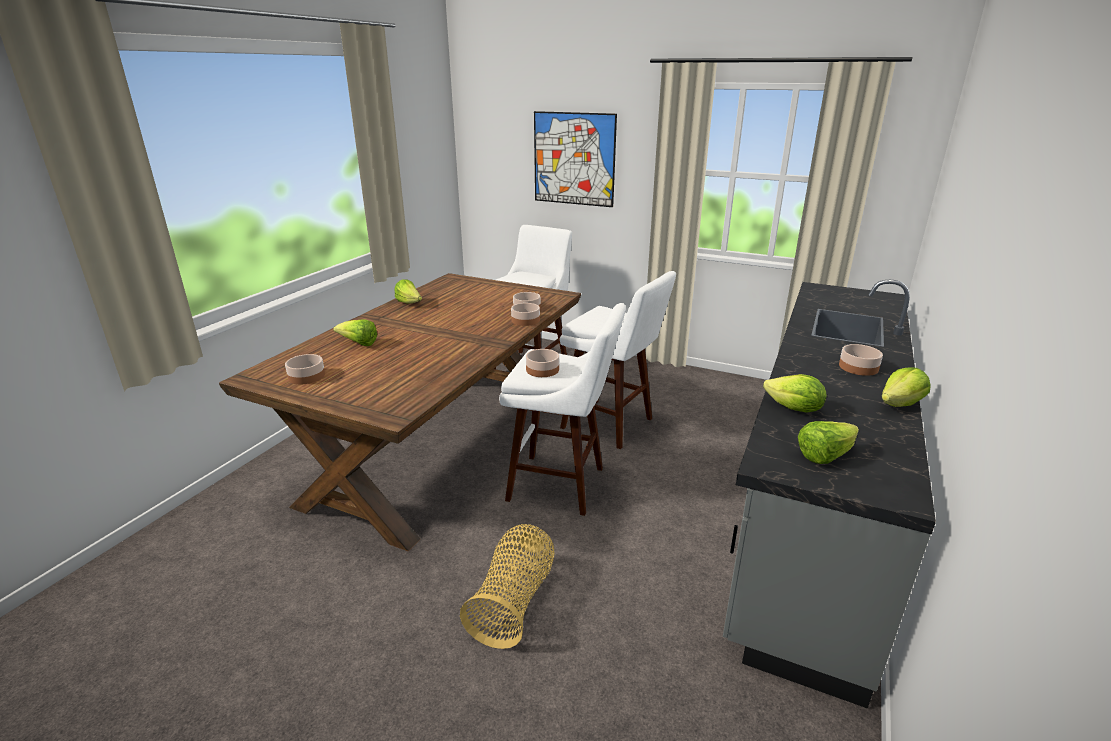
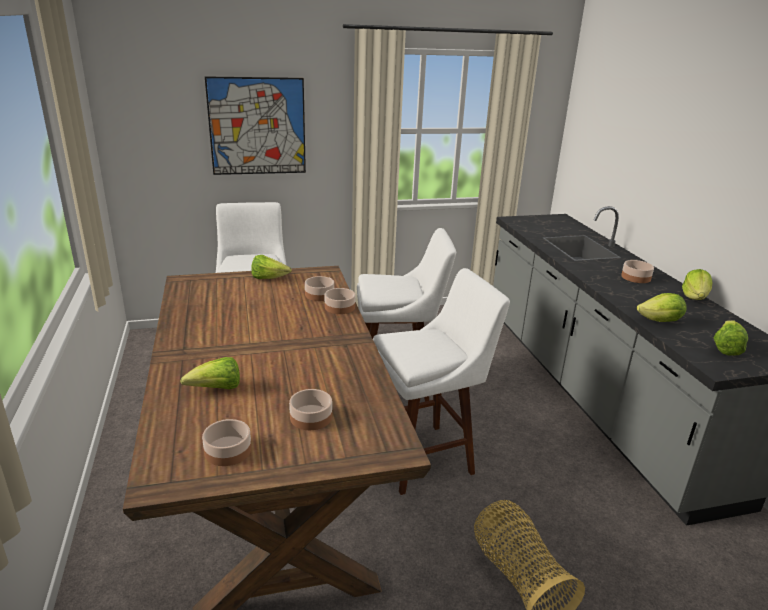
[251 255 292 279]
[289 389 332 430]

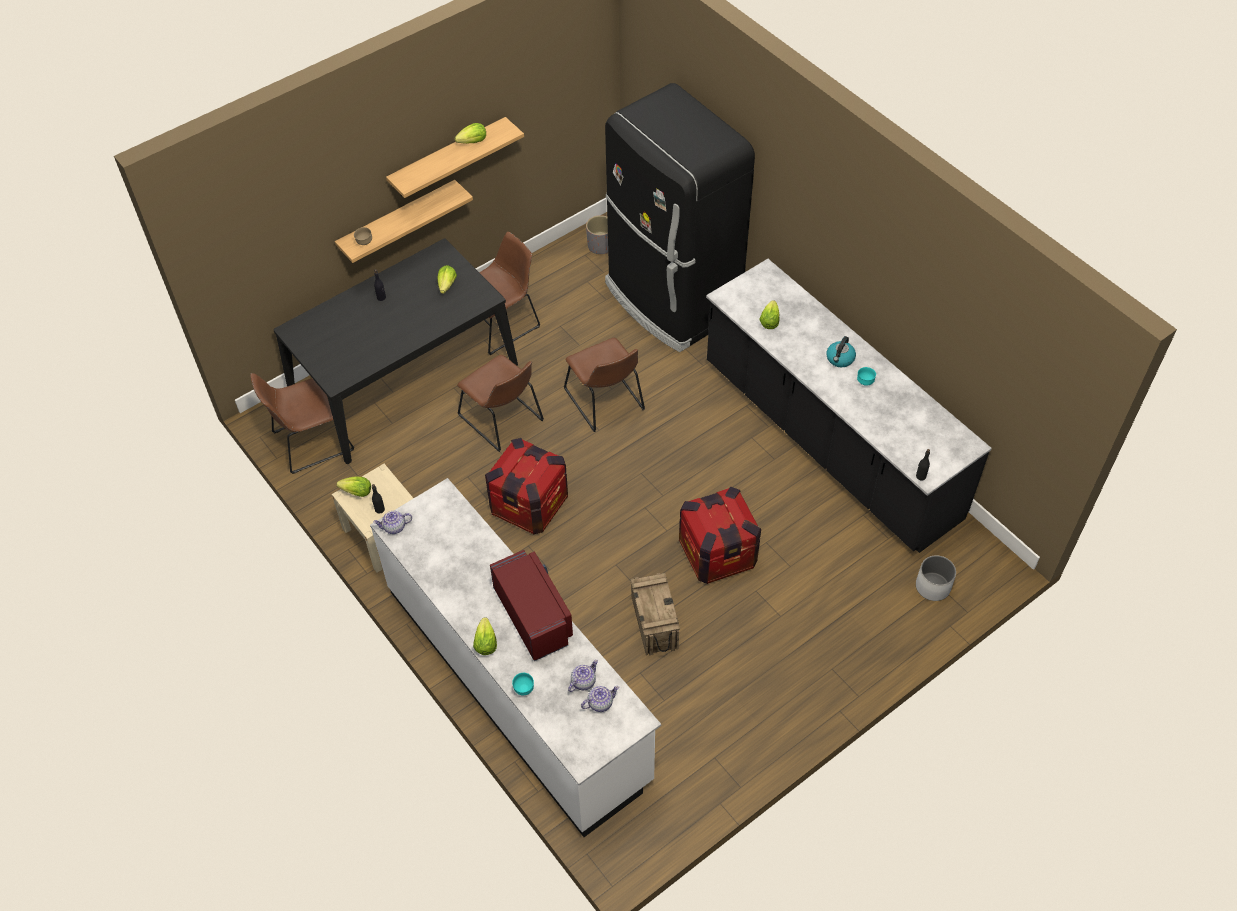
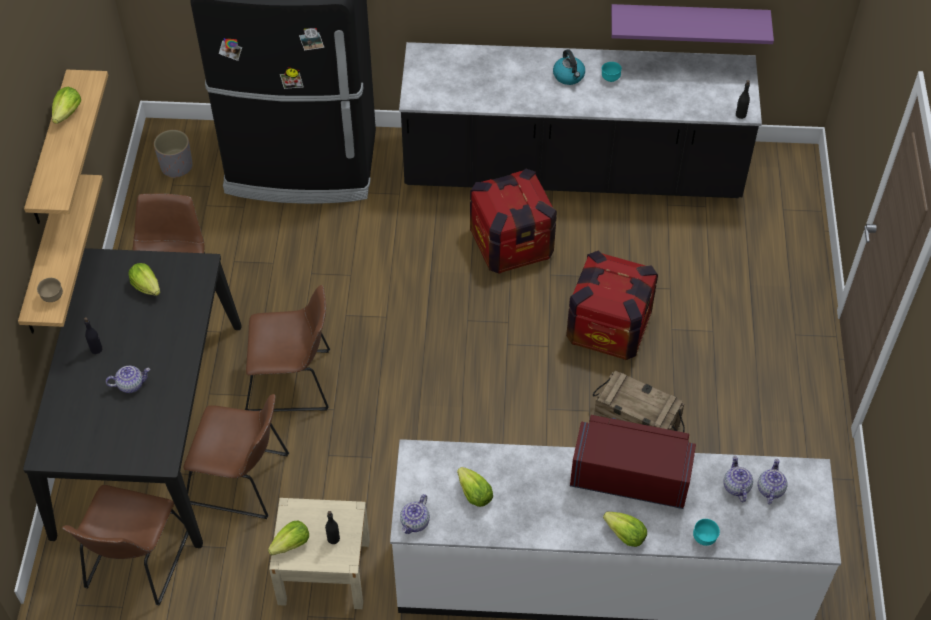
[106 366 150 393]
[184 394 289 519]
[457 467 493 507]
[470 169 557 274]
[611 4 774 44]
[916 555 956 601] (first image)

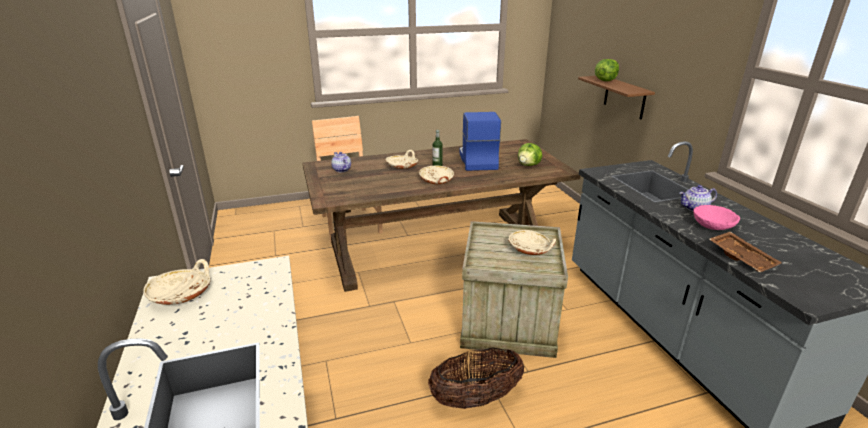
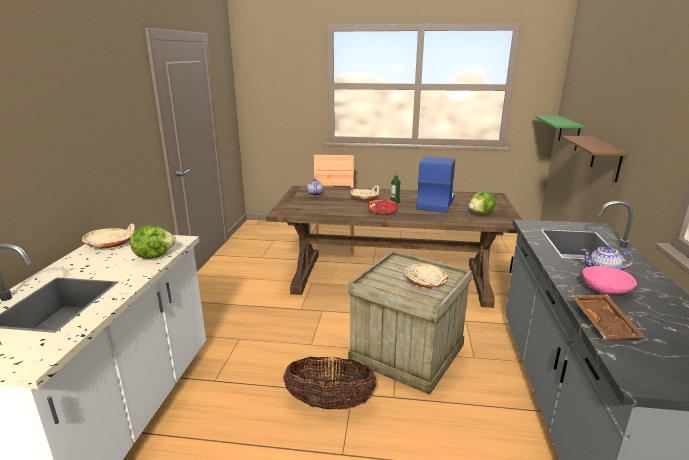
[130 225 175 259]
[367 200 398 215]
[535 115 584 151]

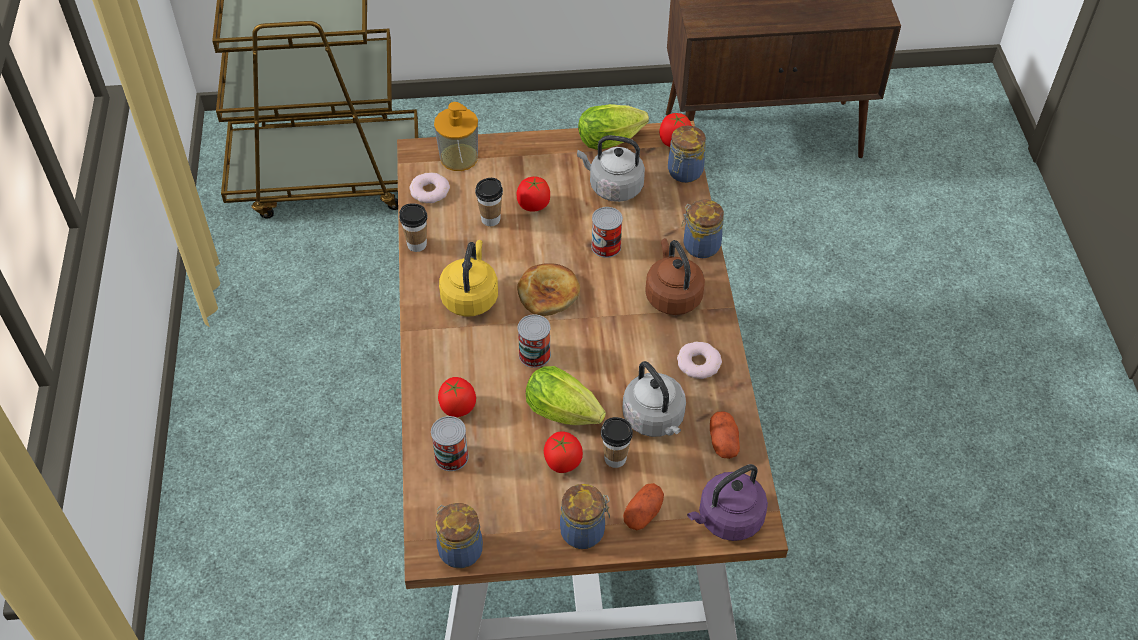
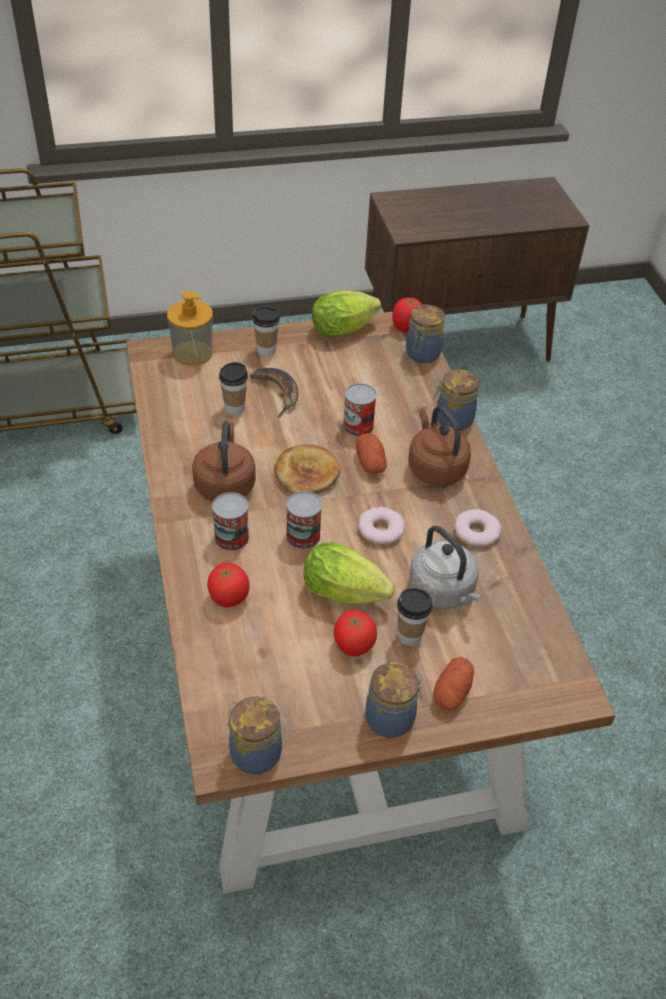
[192 421 256 501]
[212 492 249 551]
[250 368 299 418]
[253 306 280 356]
[356 433 387 474]
[358 507 405 544]
[577 135 645 202] (first image)
[687 464 768 541] (first image)

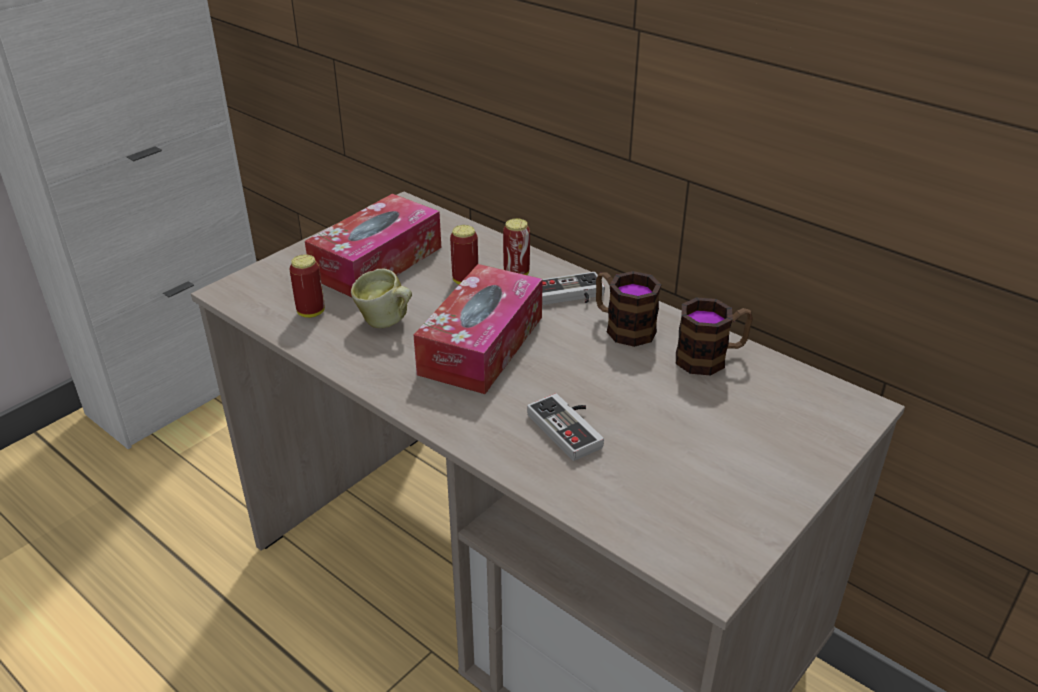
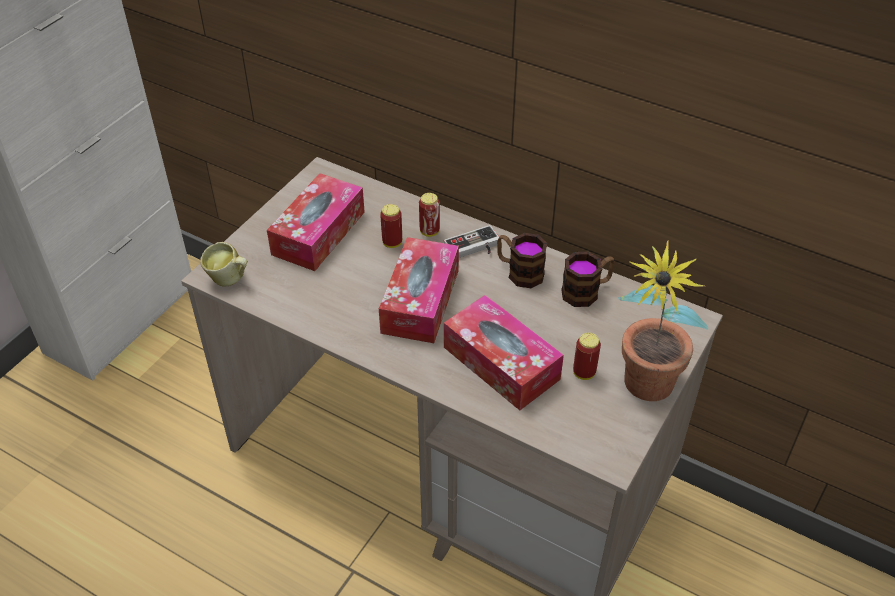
[200 242 248 287]
[444 295 564 410]
[573 333 601 380]
[618 240 708 401]

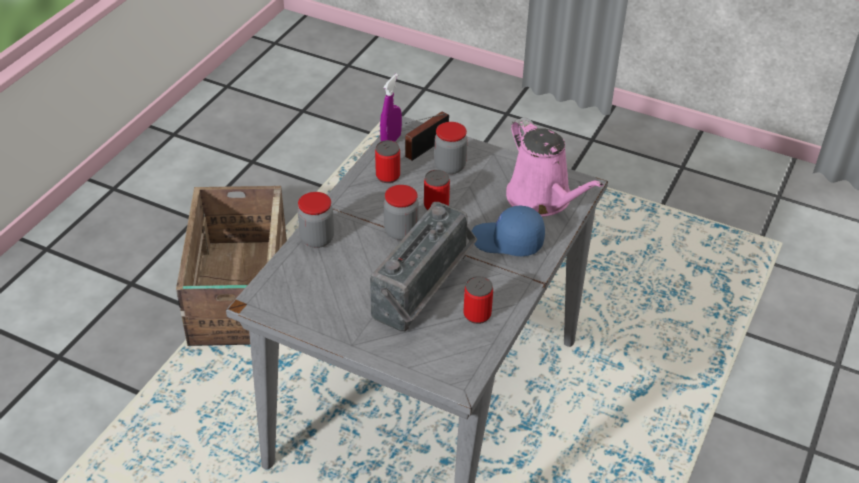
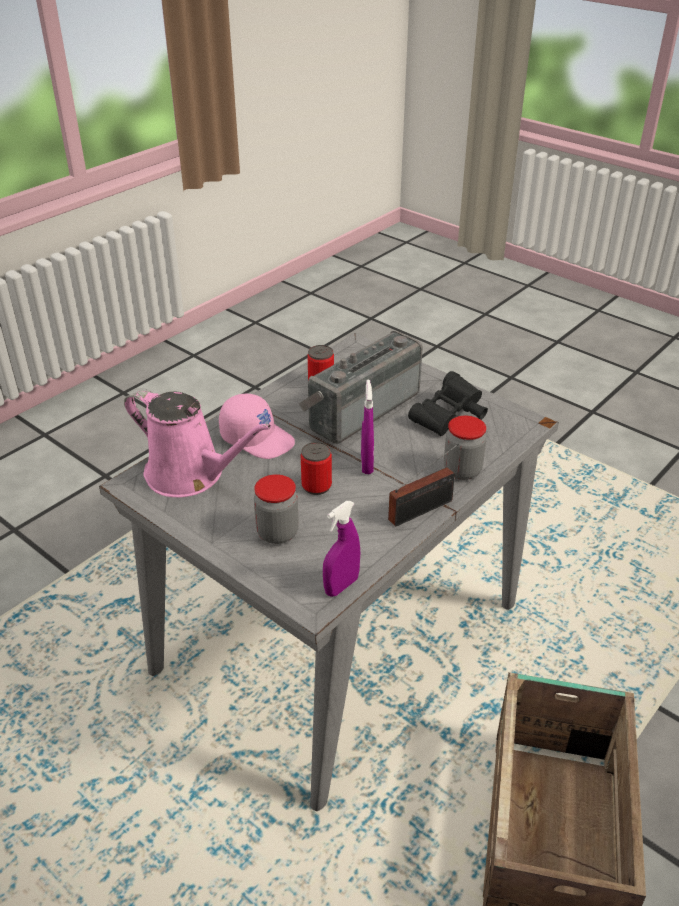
[124 388 272 497]
[219 394 295 459]
[361 380 374 474]
[388 443 459 526]
[408 371 488 436]
[375 140 400 183] (first image)

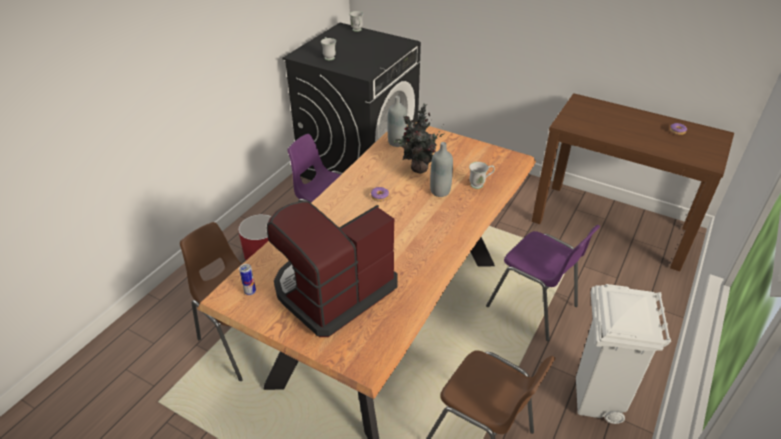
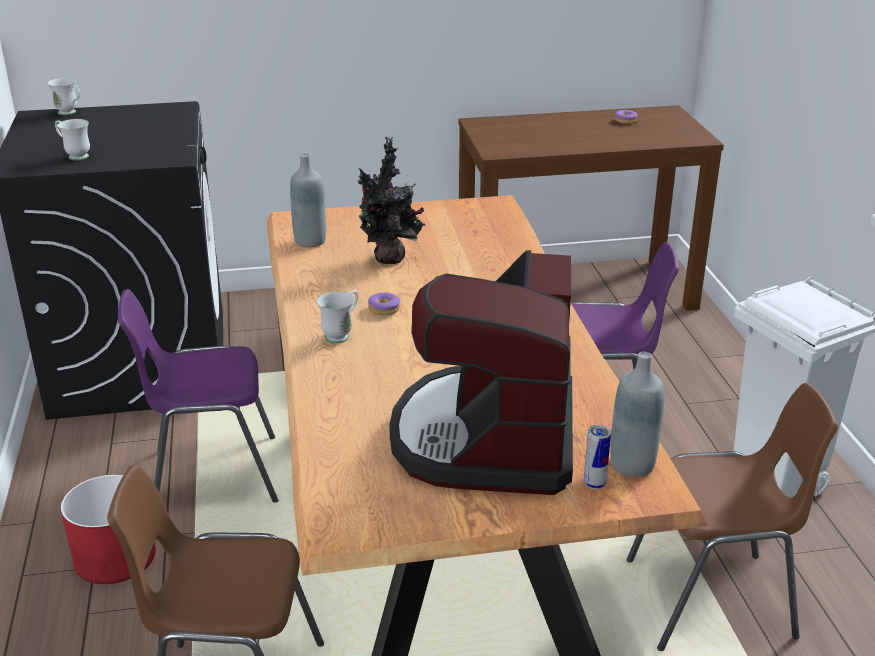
[317 290 358 343]
[584 425 611 490]
[610 352 664 477]

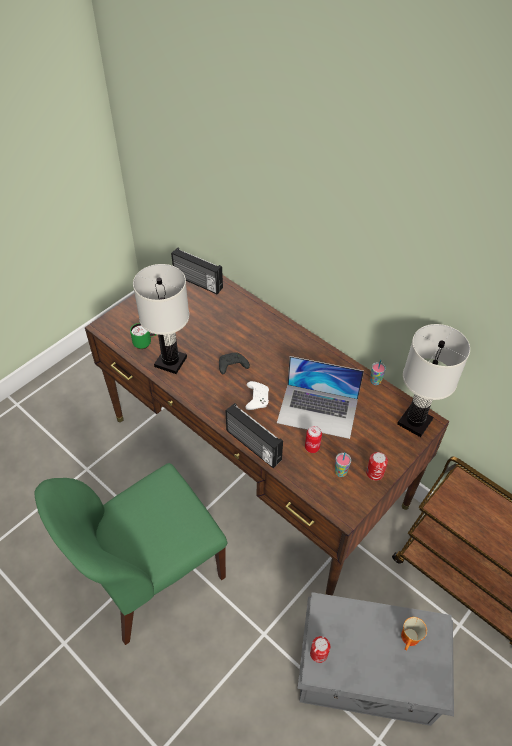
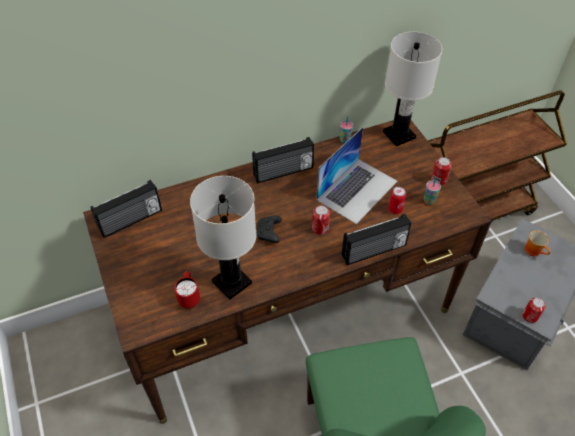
[174 272 200 309]
[252 137 314 184]
[312 205 330 235]

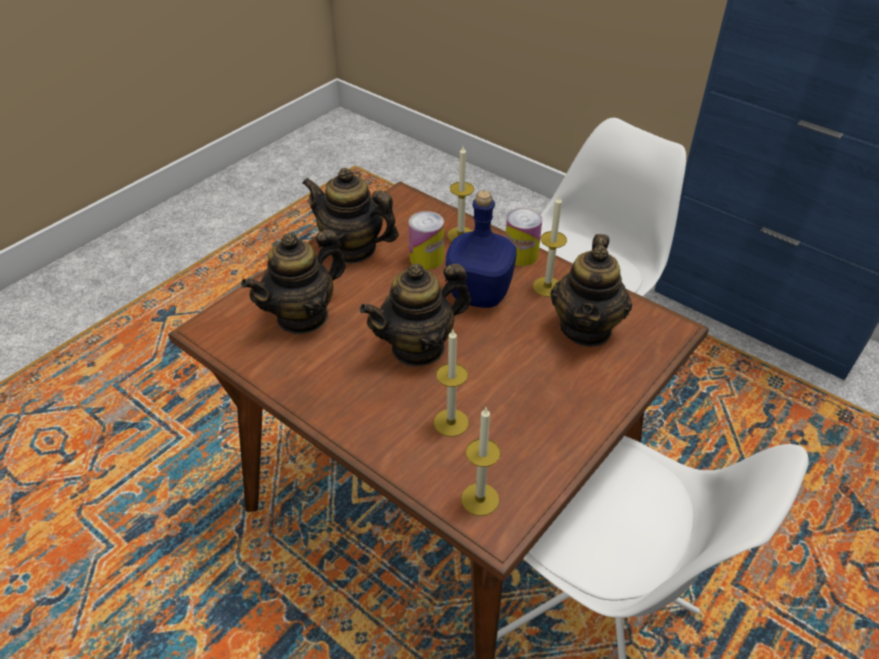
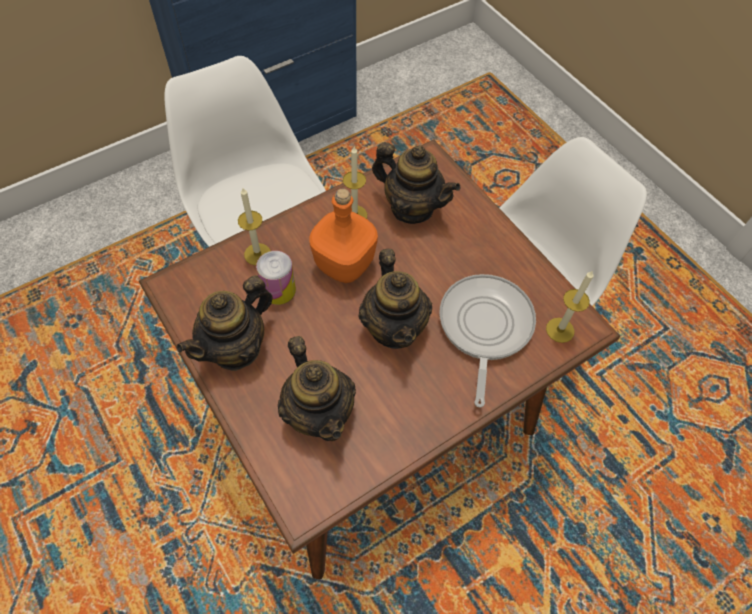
[309 188 378 283]
[440 274 536 407]
[505 208 542 266] (first image)

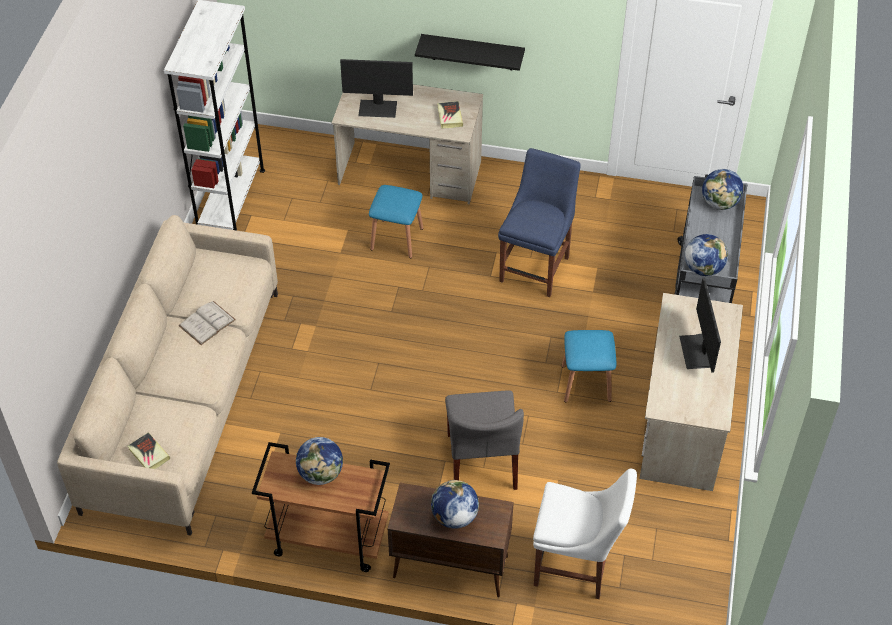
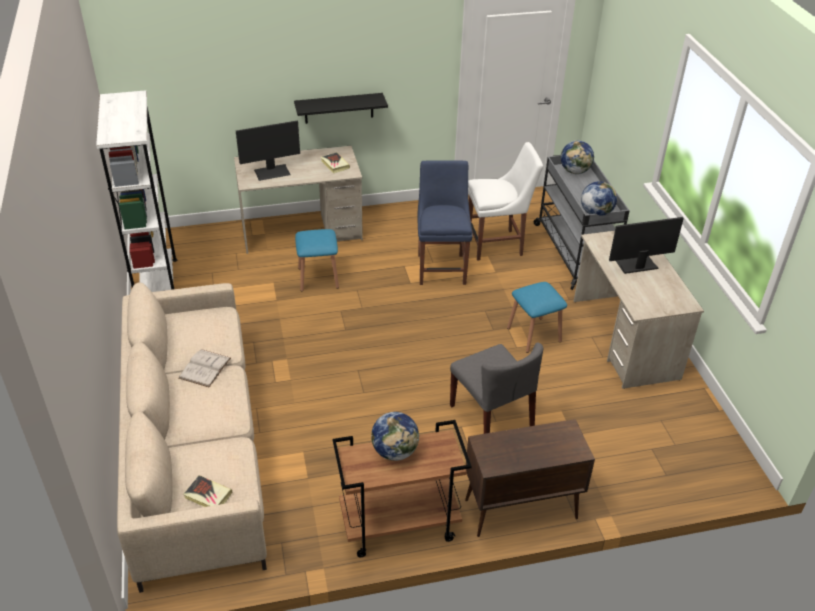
[468 142 543 261]
[609 217 684 274]
[431 480 479 529] (first image)

